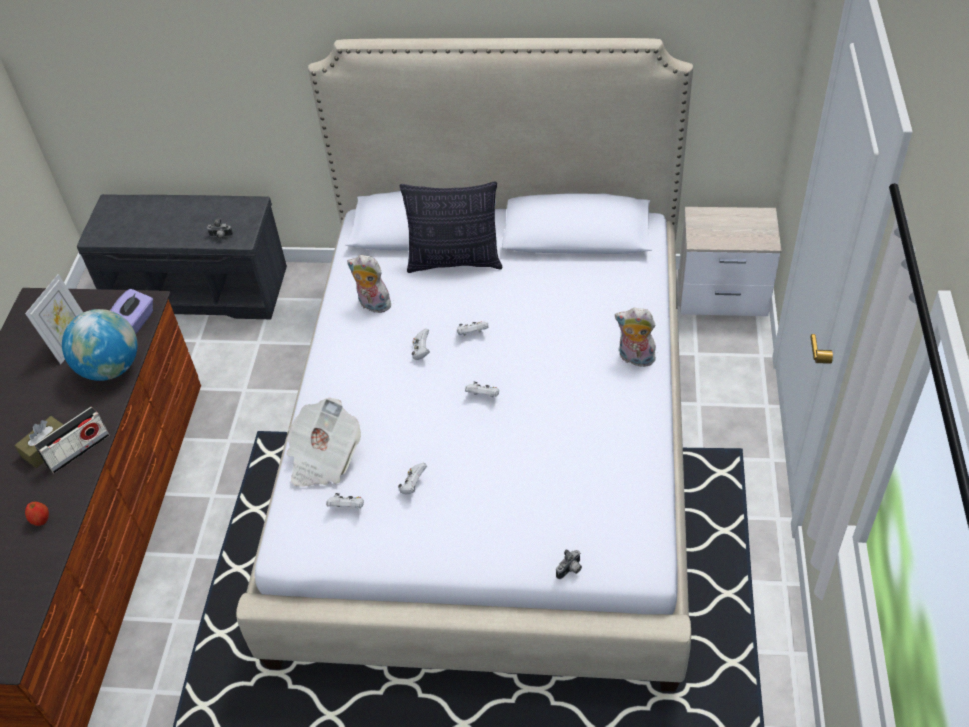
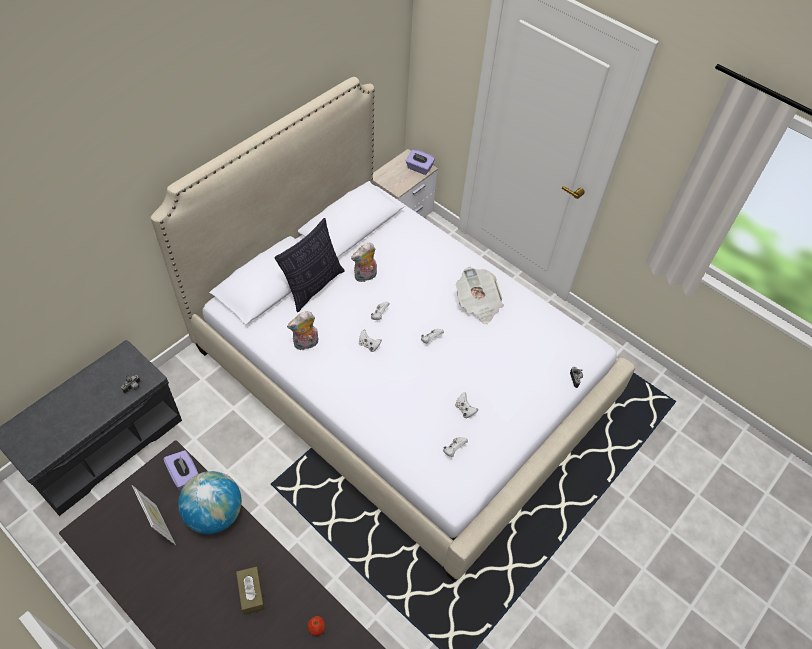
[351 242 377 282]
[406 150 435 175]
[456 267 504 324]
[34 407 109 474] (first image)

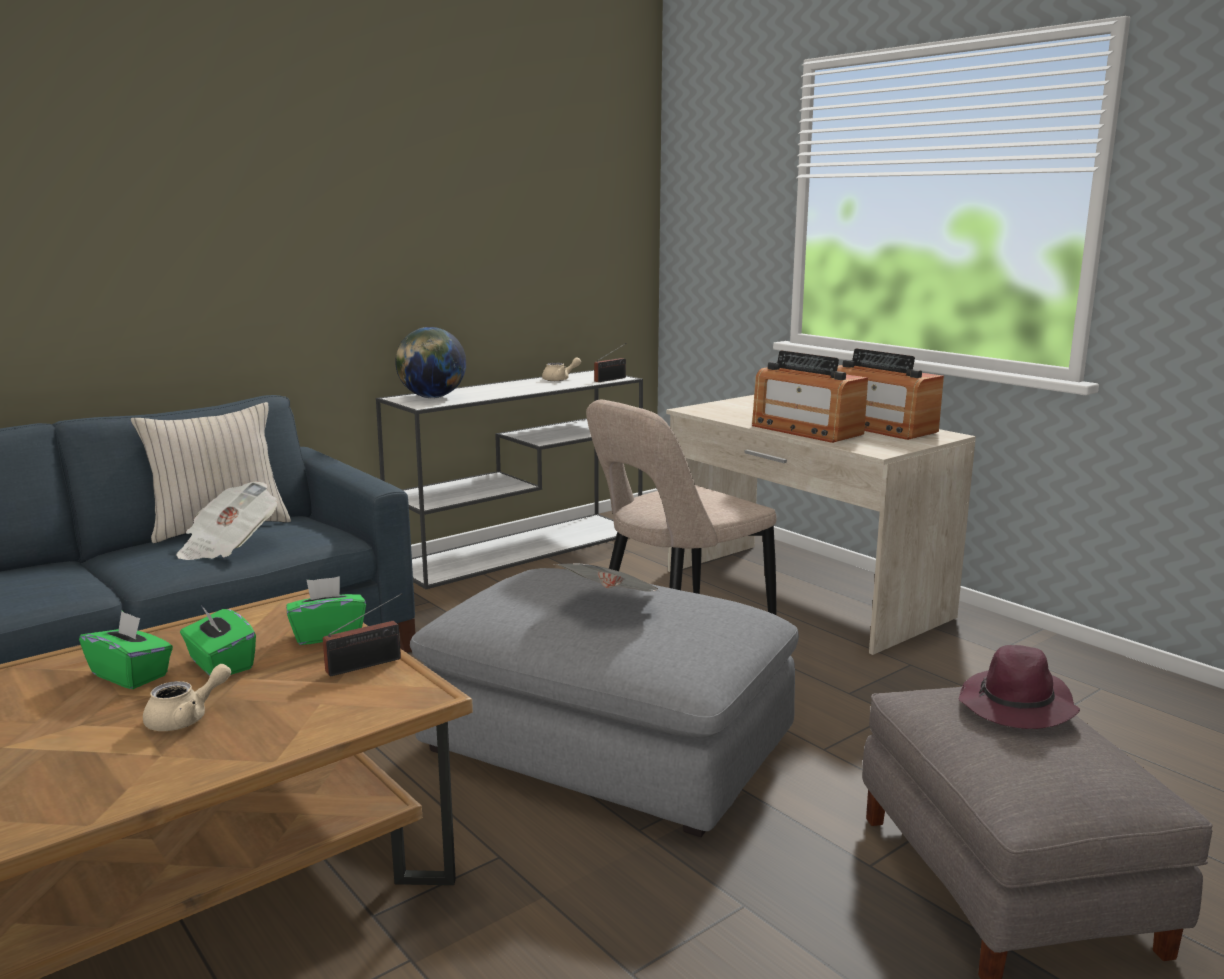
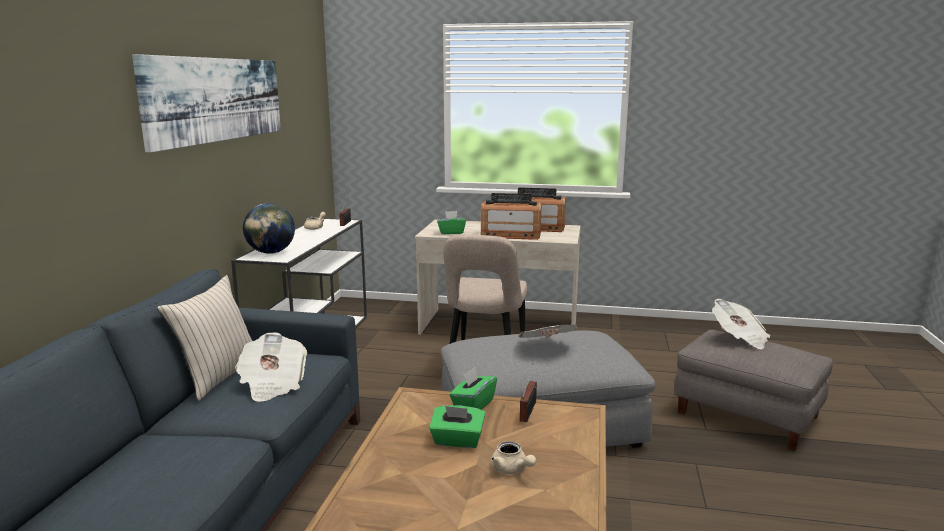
[132 54 281 152]
[437 211 466 234]
[491 441 536 475]
[712 299 770 349]

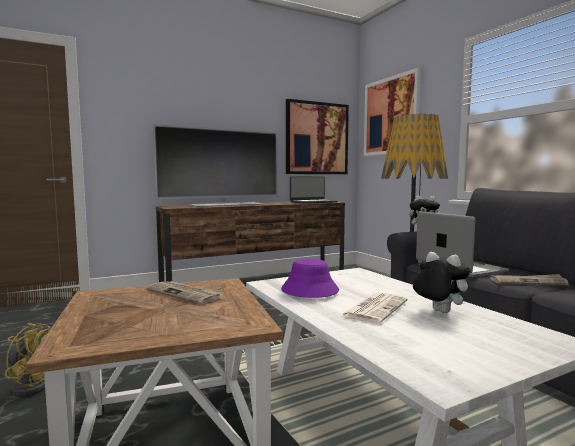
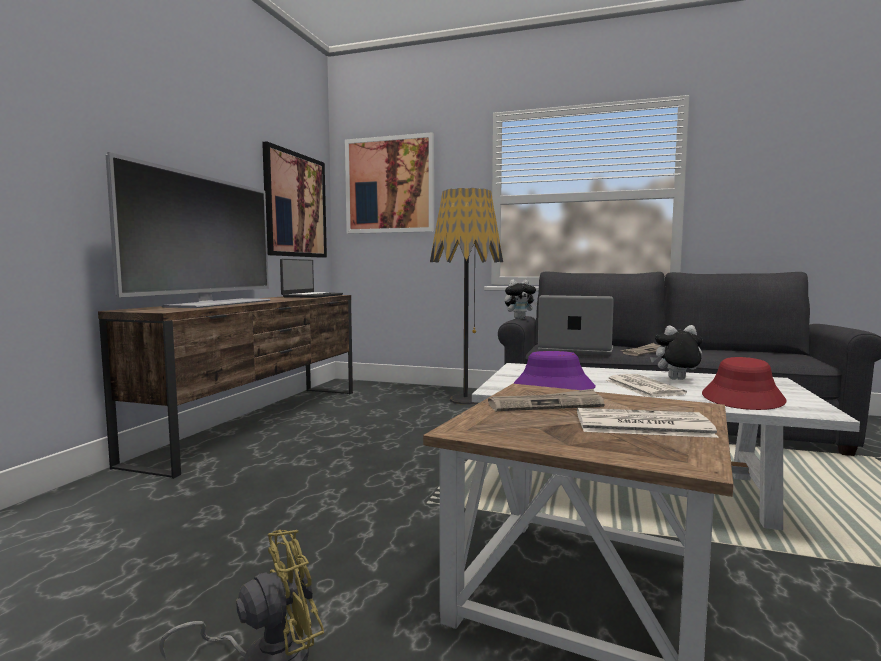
[577 408 719 438]
[702 357 787 410]

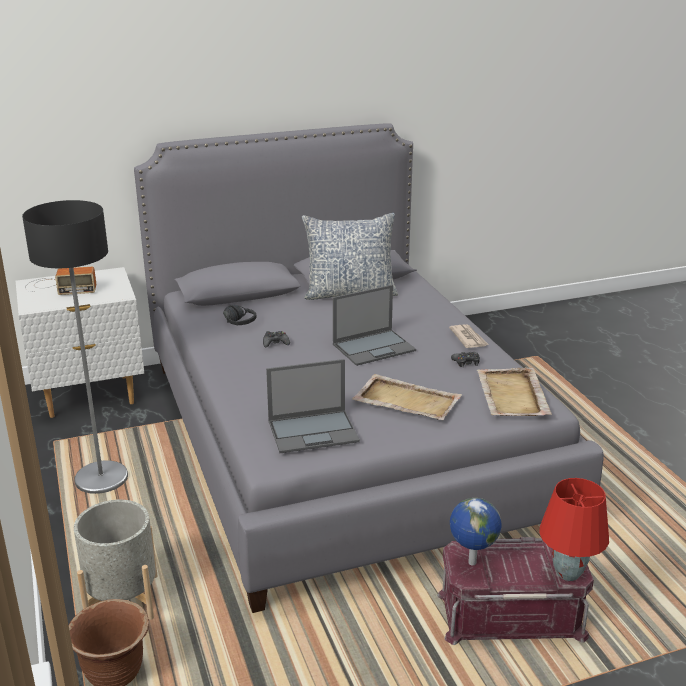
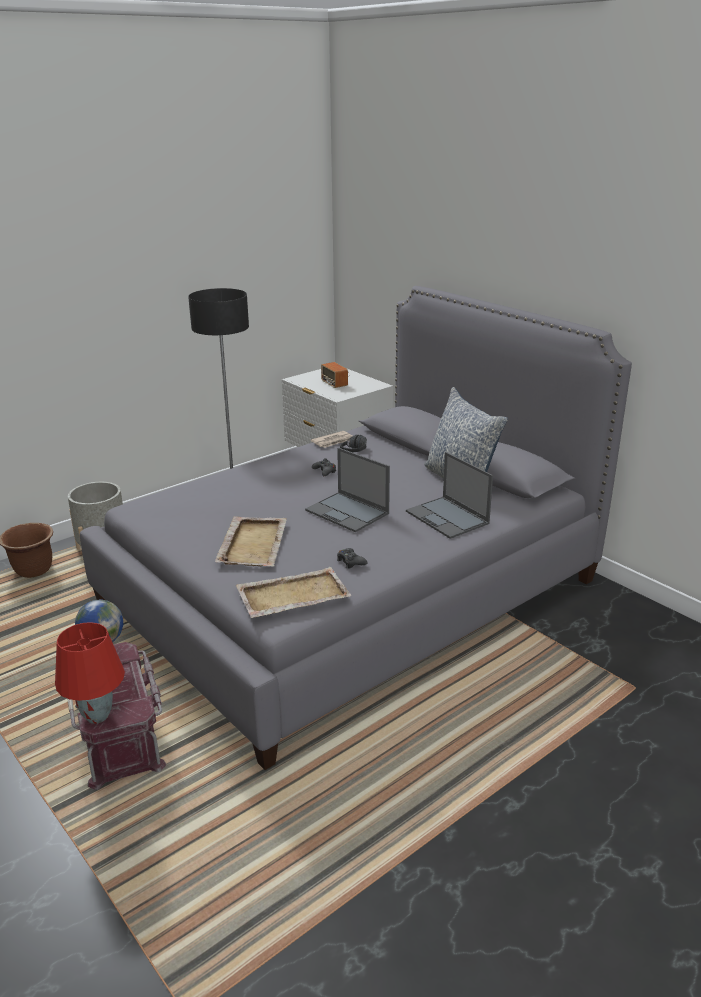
[311 431 352 448]
[406 452 493 539]

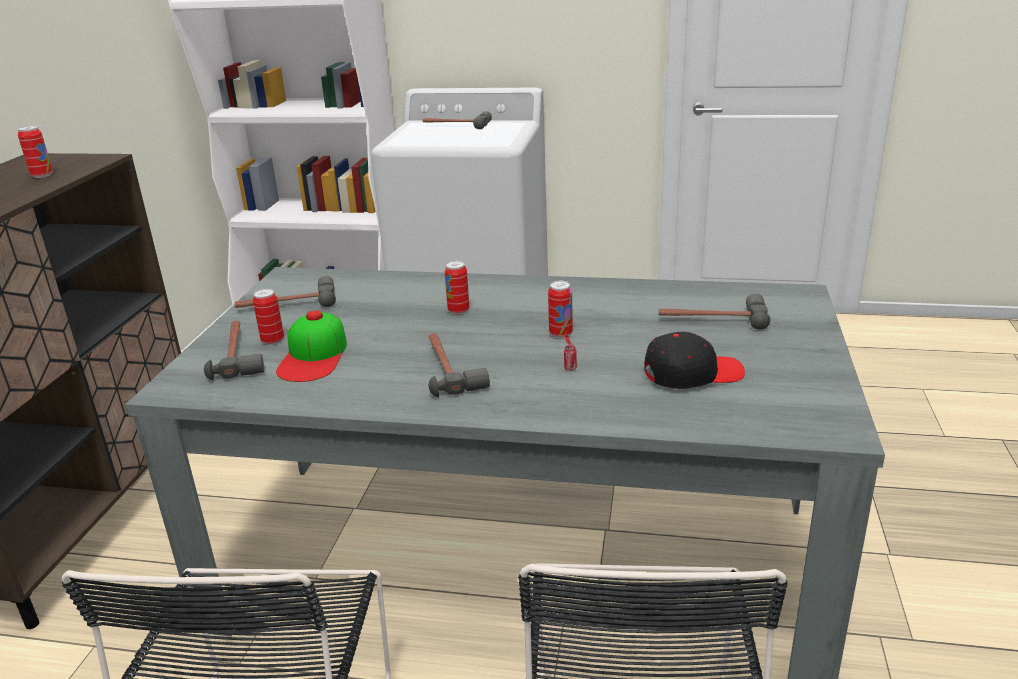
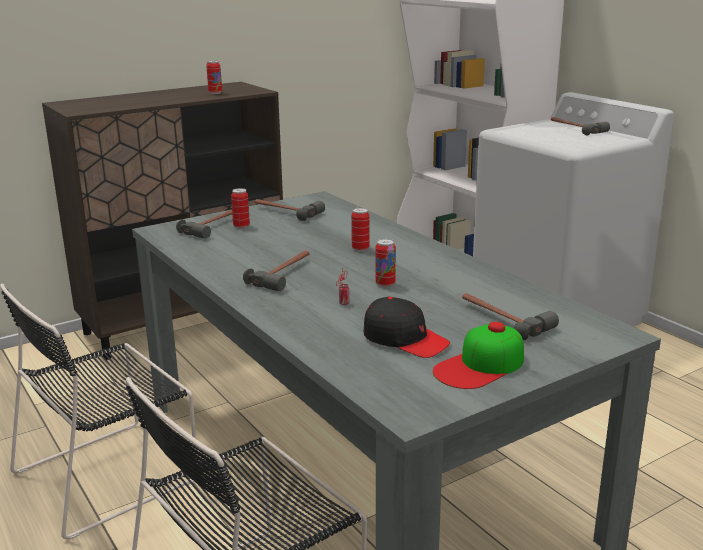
[433 322 524 389]

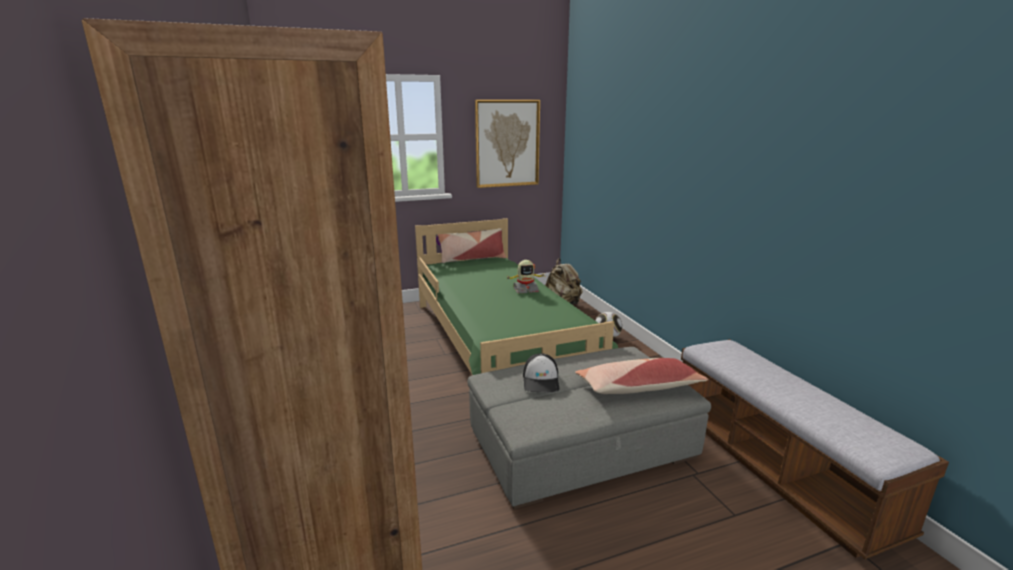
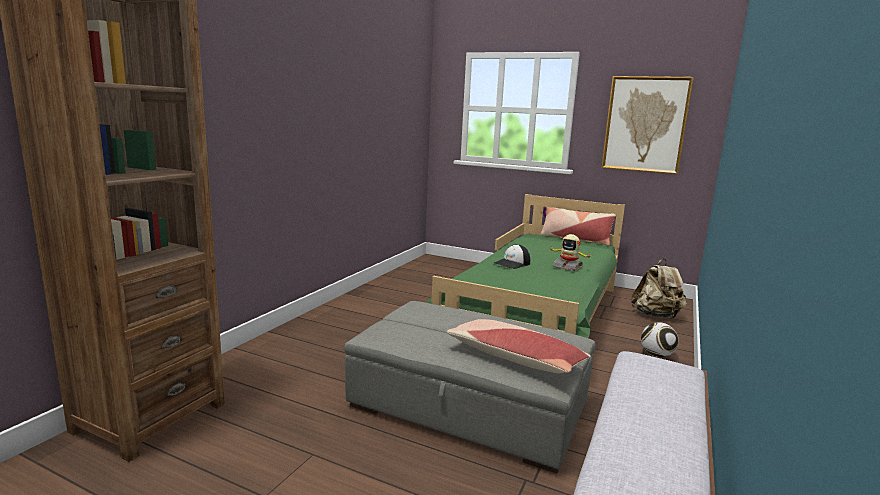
[494 244 530 269]

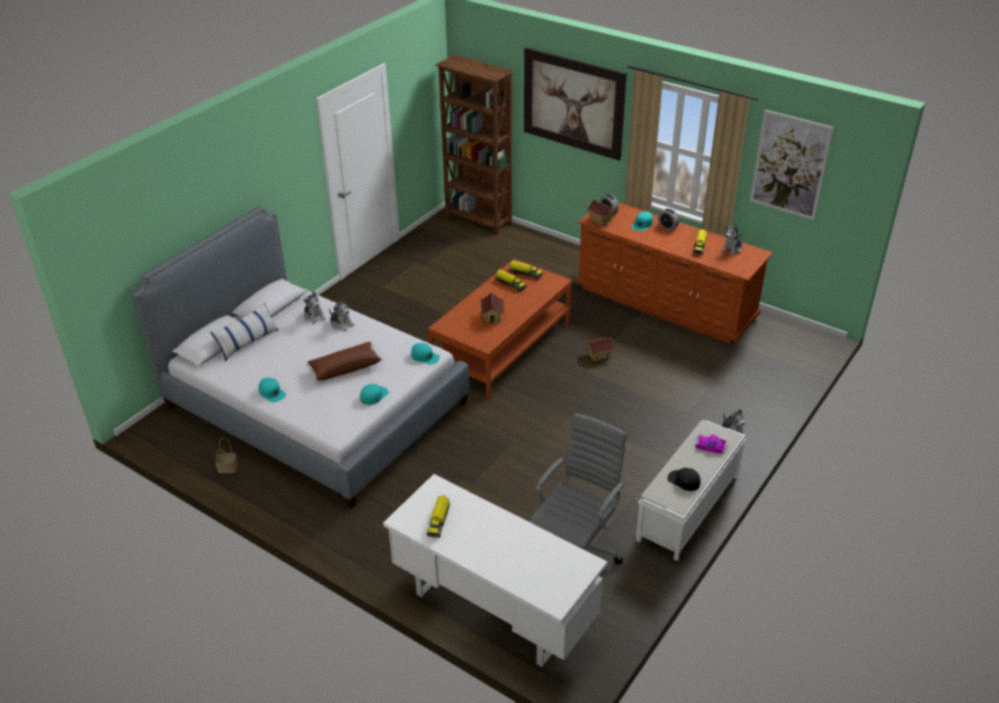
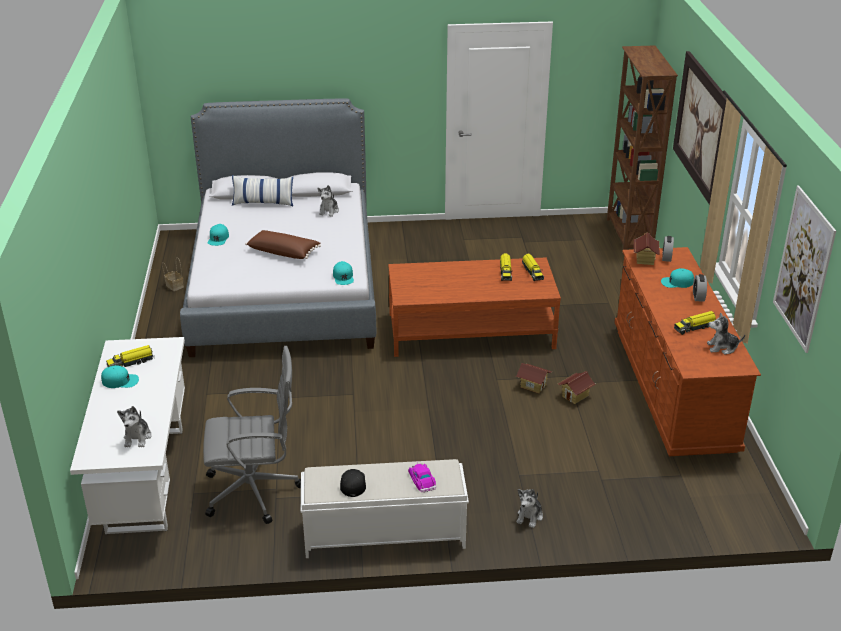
[101 365 139 388]
[117 406 152 447]
[558 371 596 404]

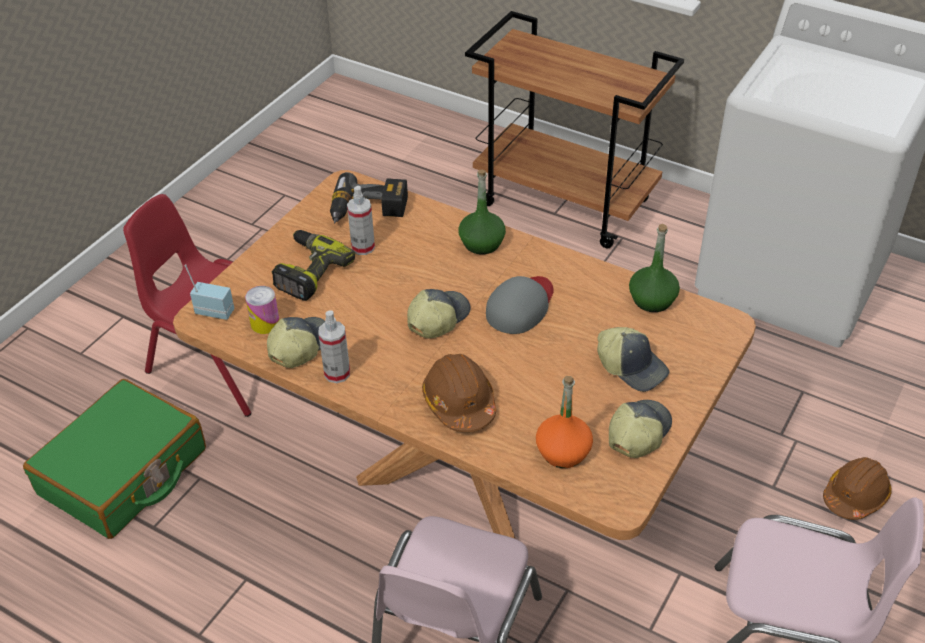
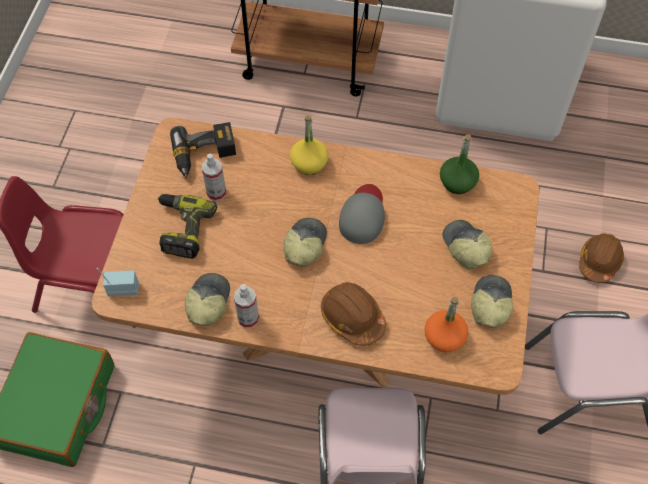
[290 115 329 175]
[442 220 492 270]
[245 286 280 334] (first image)

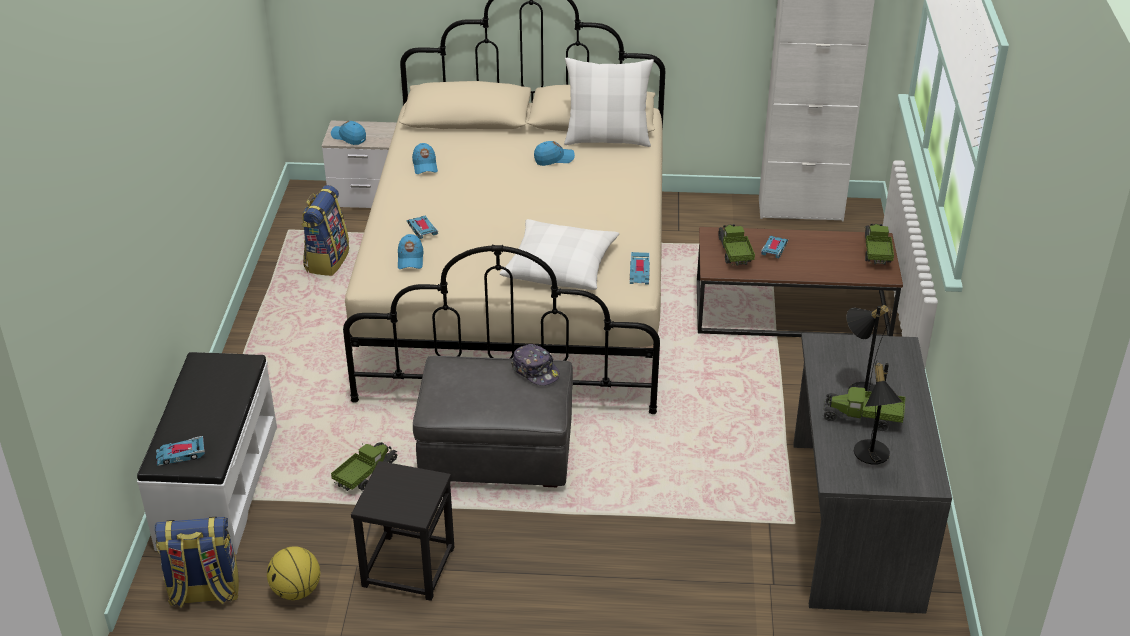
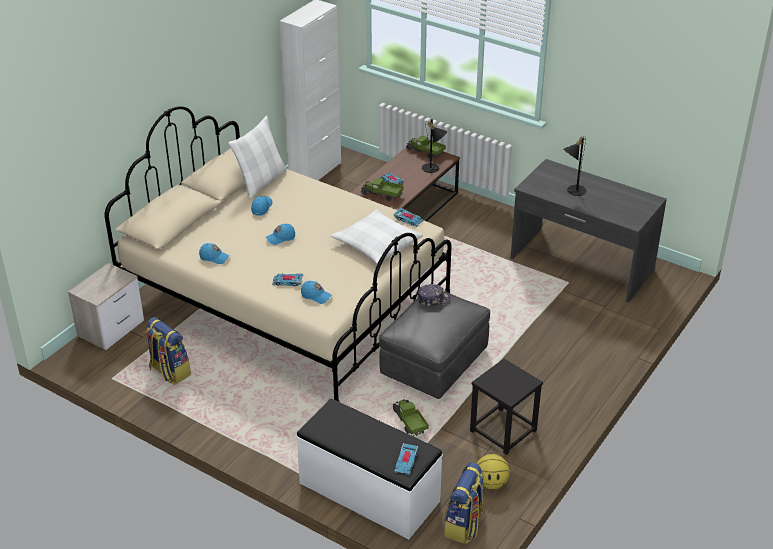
[266 224 295 245]
[422 119 447 173]
[823 387 906 431] (first image)

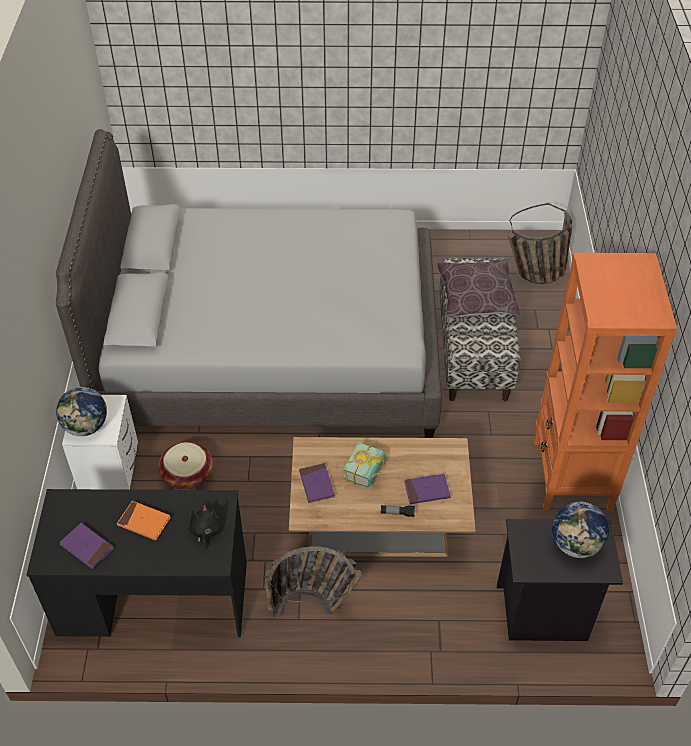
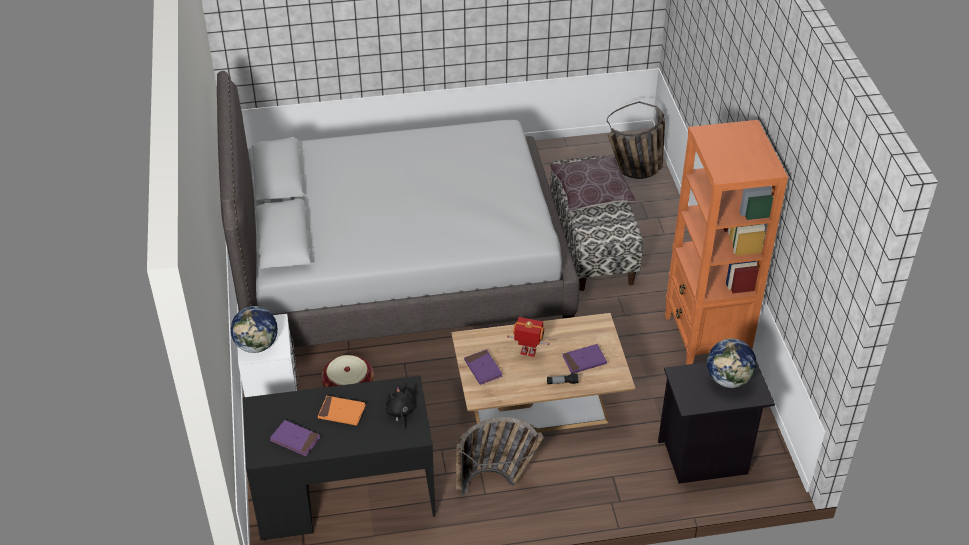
[507 317 550 357]

